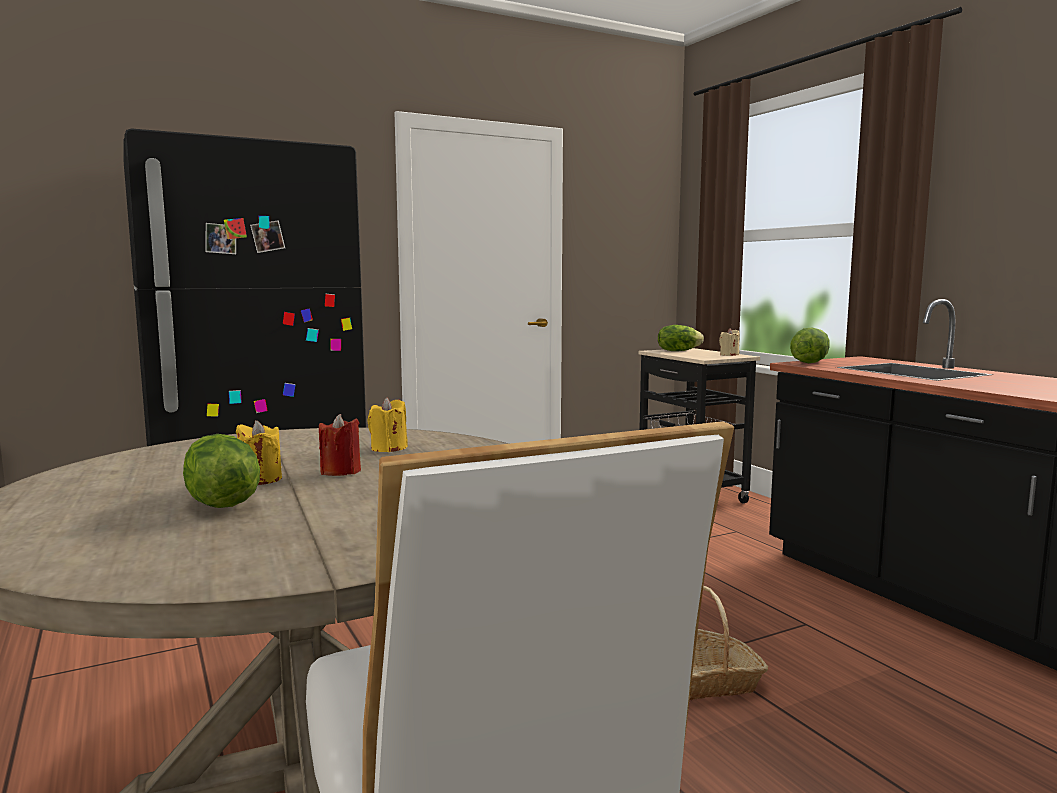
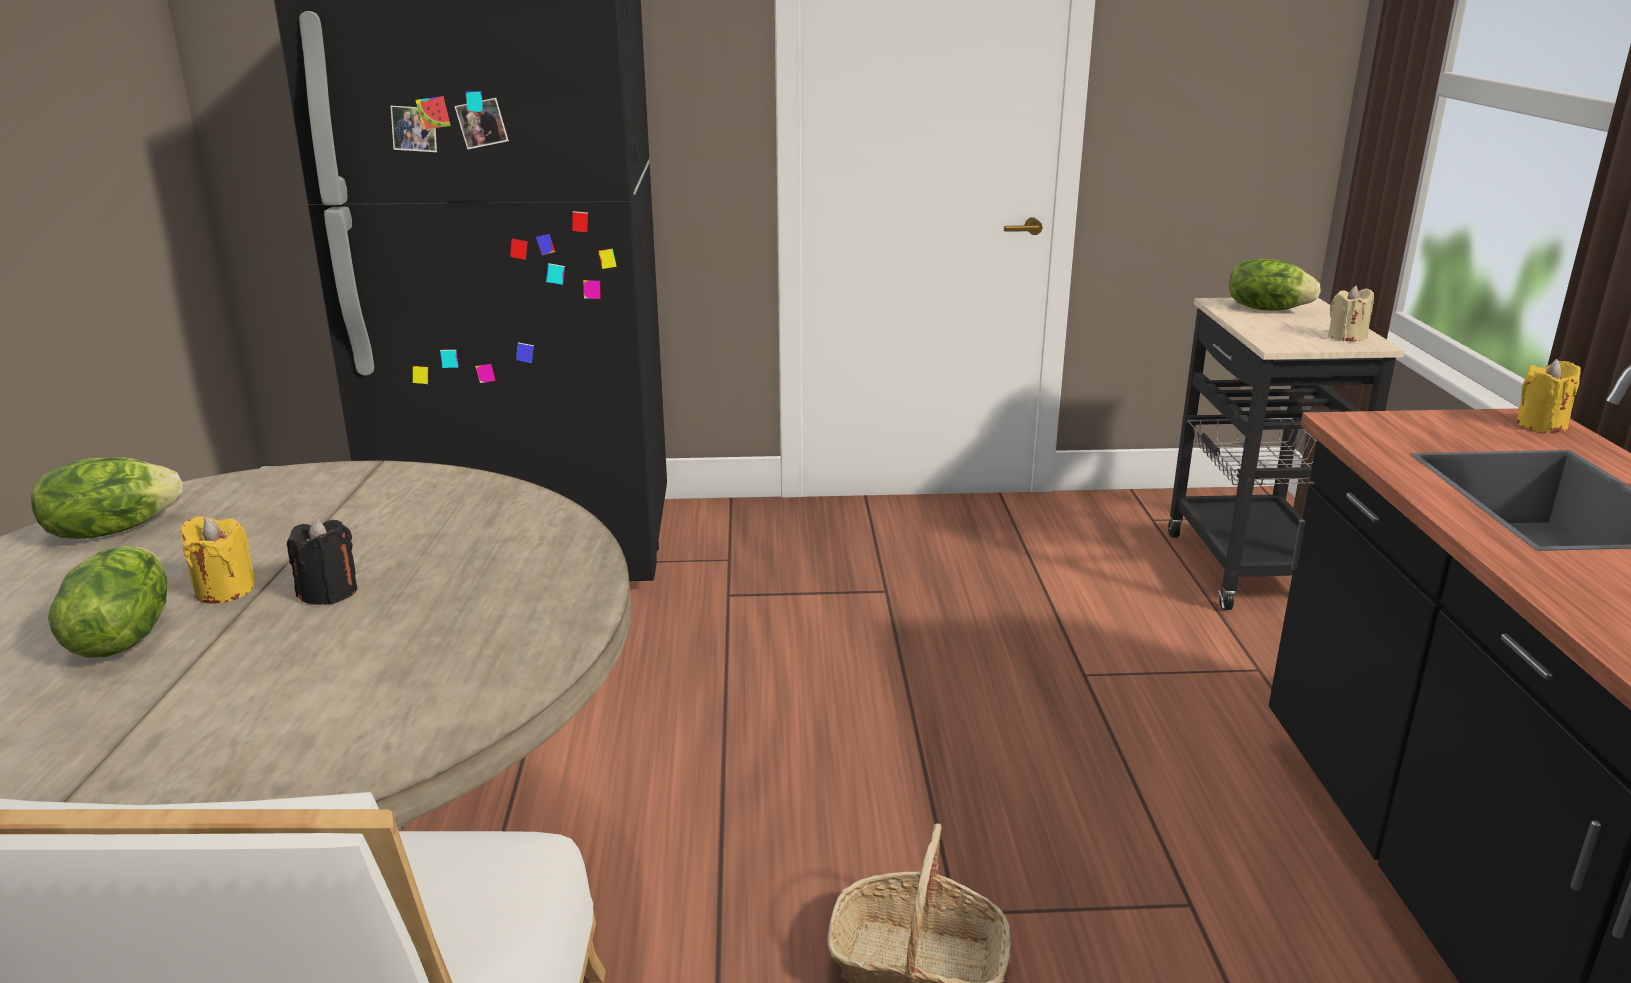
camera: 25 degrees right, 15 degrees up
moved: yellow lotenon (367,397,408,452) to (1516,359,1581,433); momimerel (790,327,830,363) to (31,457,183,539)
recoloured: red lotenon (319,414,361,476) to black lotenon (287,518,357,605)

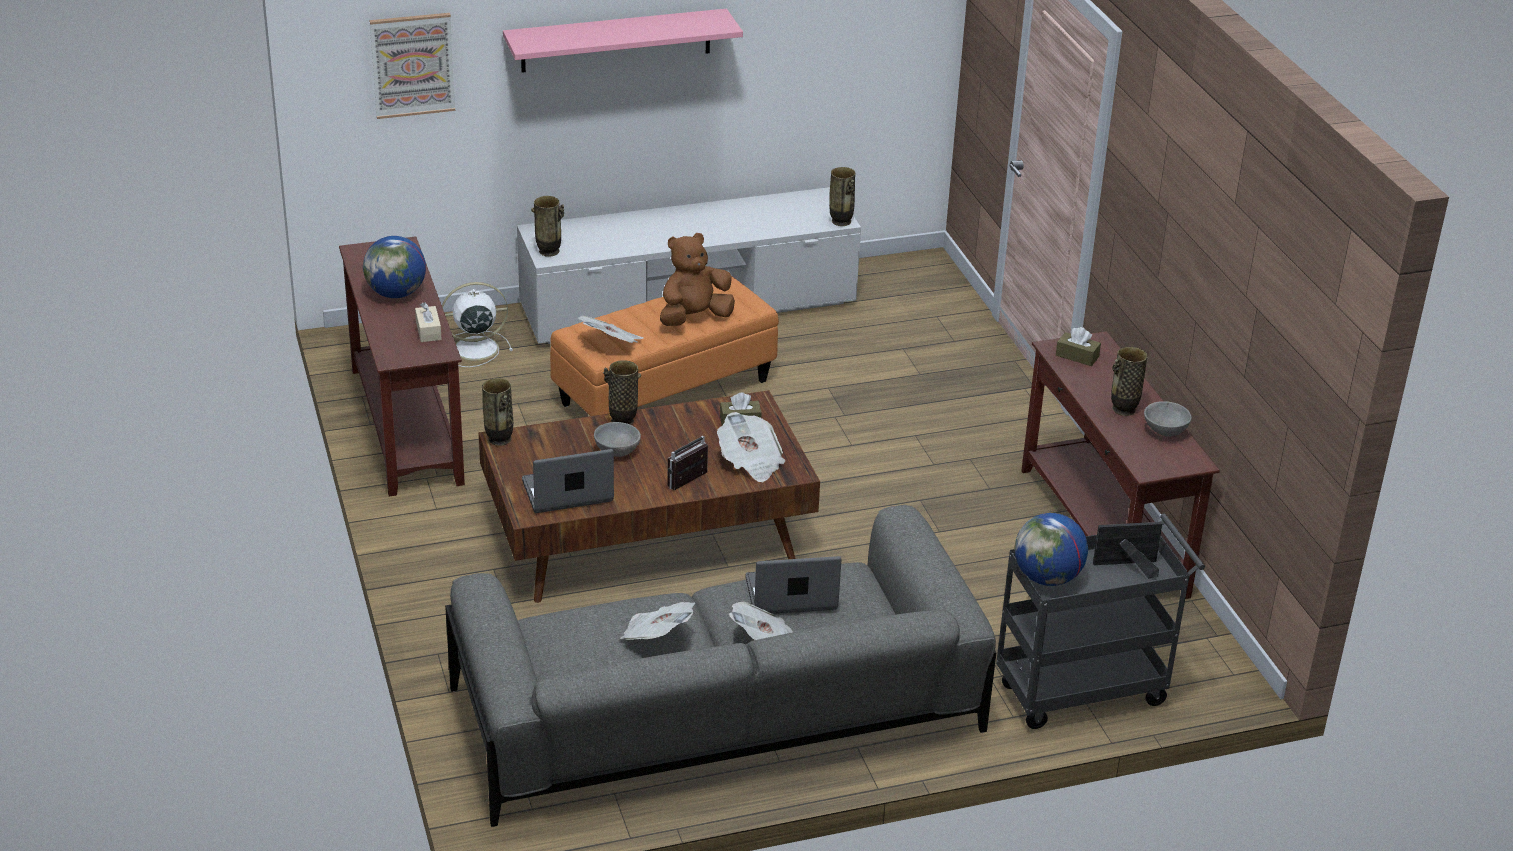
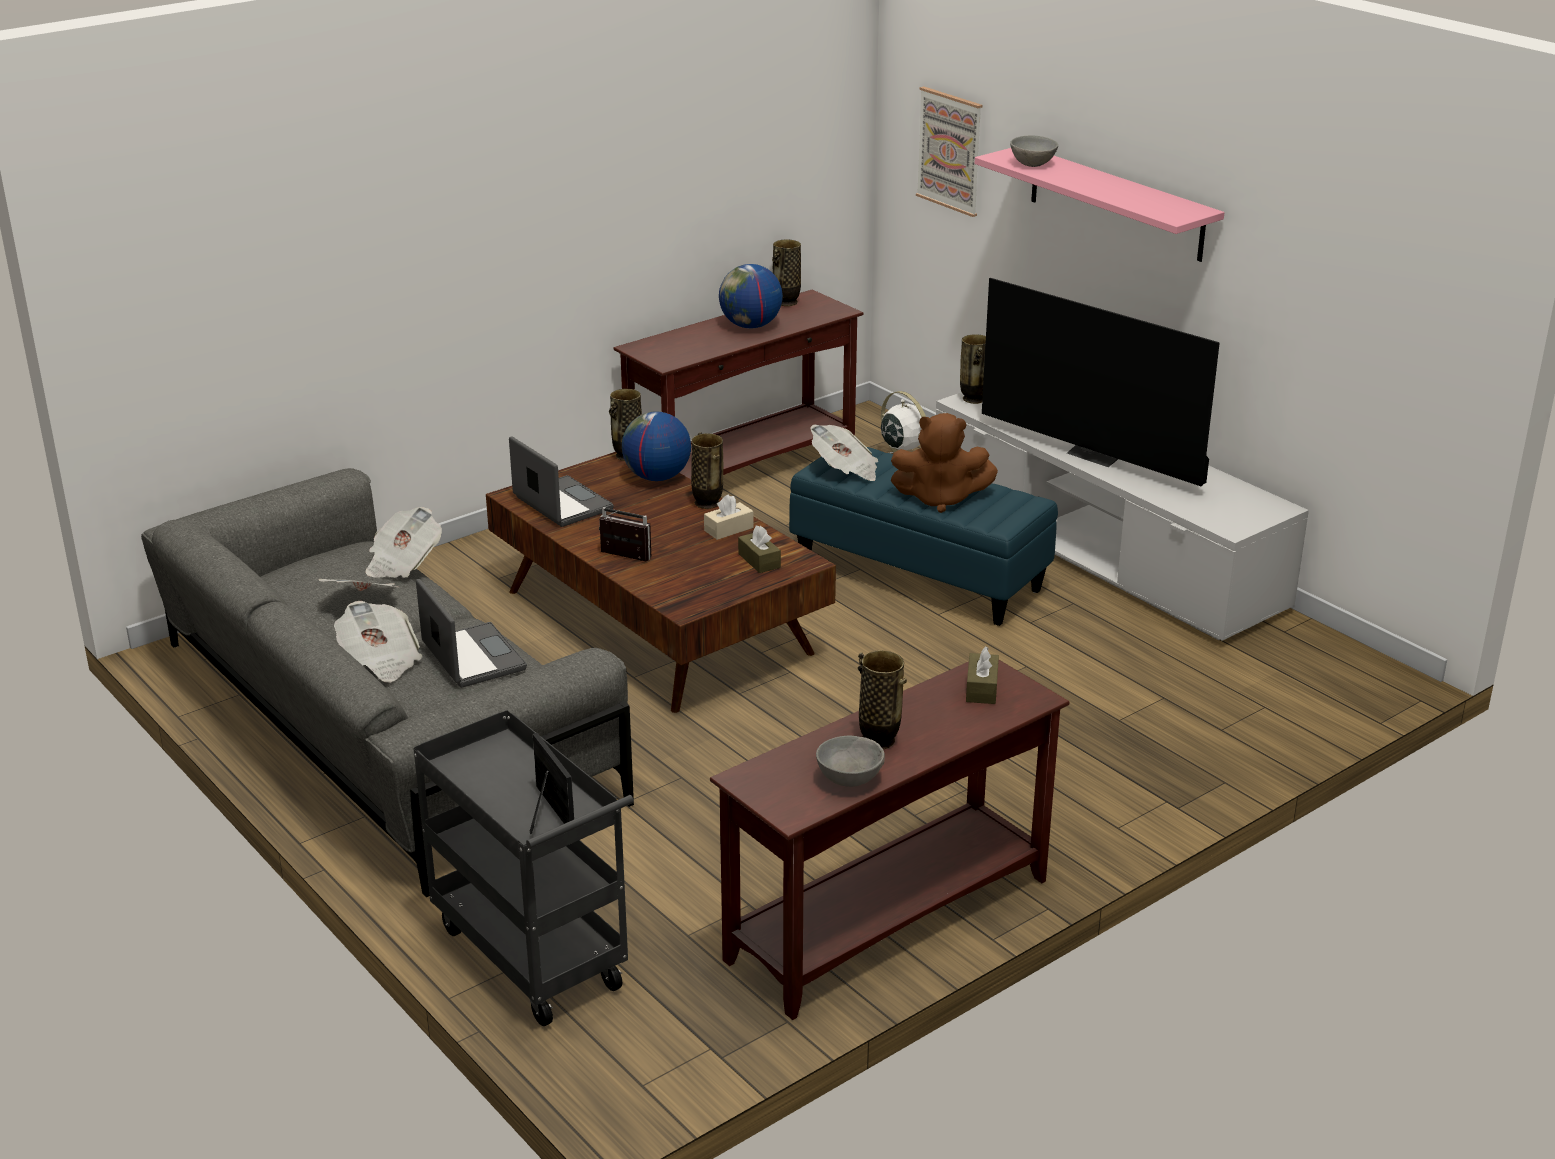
camera: 70 degrees right, 5 degrees down
added: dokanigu (982,278,1220,487)
moved: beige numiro (415,302,442,342) to (704,494,753,540); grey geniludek (594,422,641,457) to (1010,136,1058,167); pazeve (717,412,785,482) to (365,507,442,578); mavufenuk (829,167,856,226) to (772,240,801,306); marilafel (1015,513,1088,586) to (622,411,691,481)
recoloured: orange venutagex (550,277,779,416) to blue venutagex (789,447,1058,626)
turned: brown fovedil (660,233,735,326) = (891,413,998,513) 150 degrees clockwise

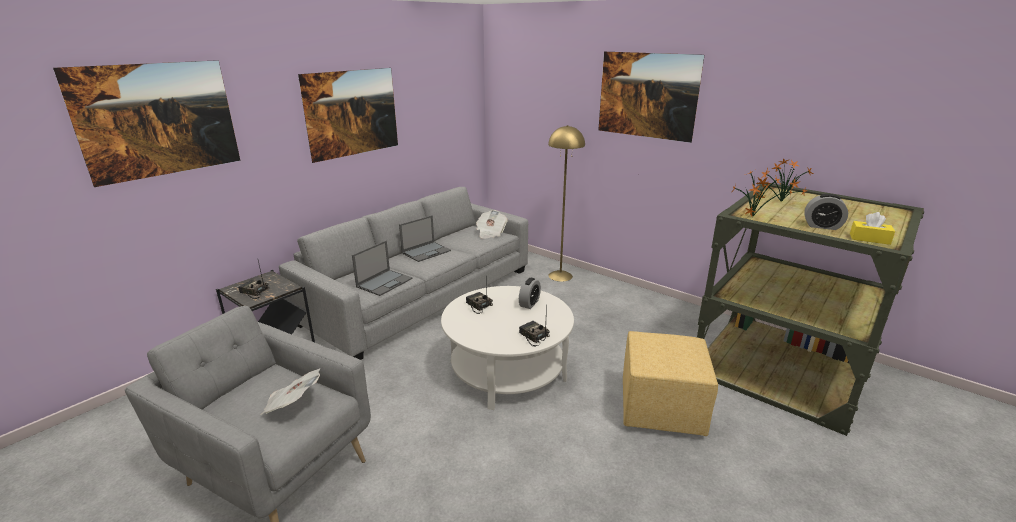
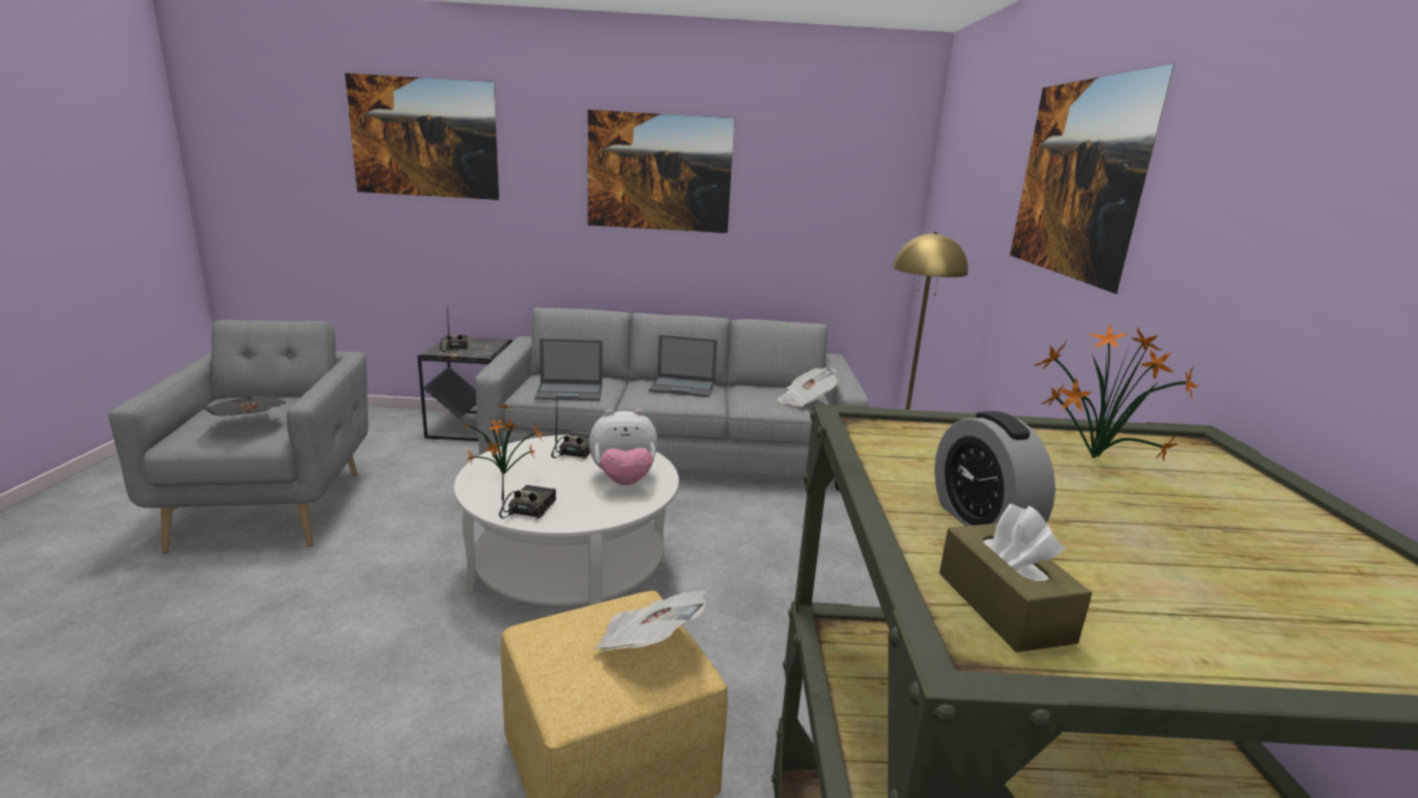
camera: 50 degrees right, 5 degrees down
added: pazeve (594,591,706,651)
moved: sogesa (733,171,793,217) to (464,404,543,474)
replaced: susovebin (519,278,541,309) to fovedil (589,409,658,485)
recoloured: yellow numiro (850,212,895,245) to brown numiro (939,504,1092,652)

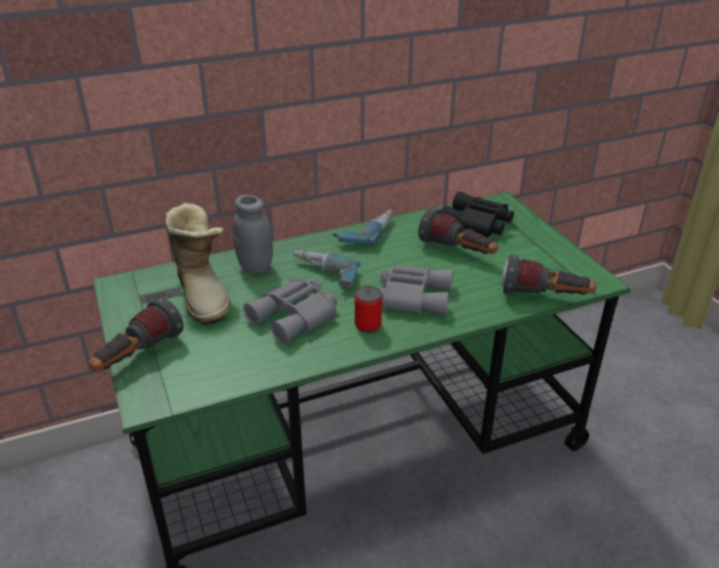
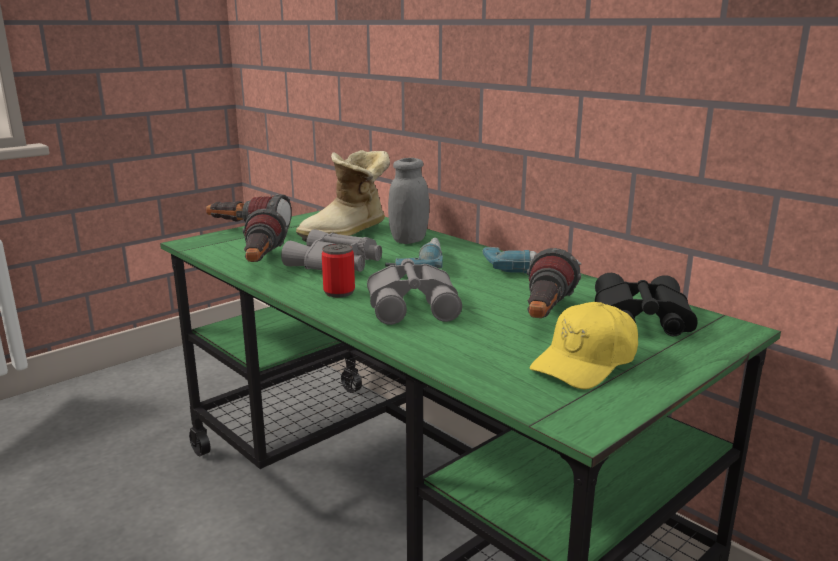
camera: 70 degrees right, 15 degrees down
added: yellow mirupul (530,302,638,390)
moved: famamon (502,254,596,295) to (243,208,288,262)

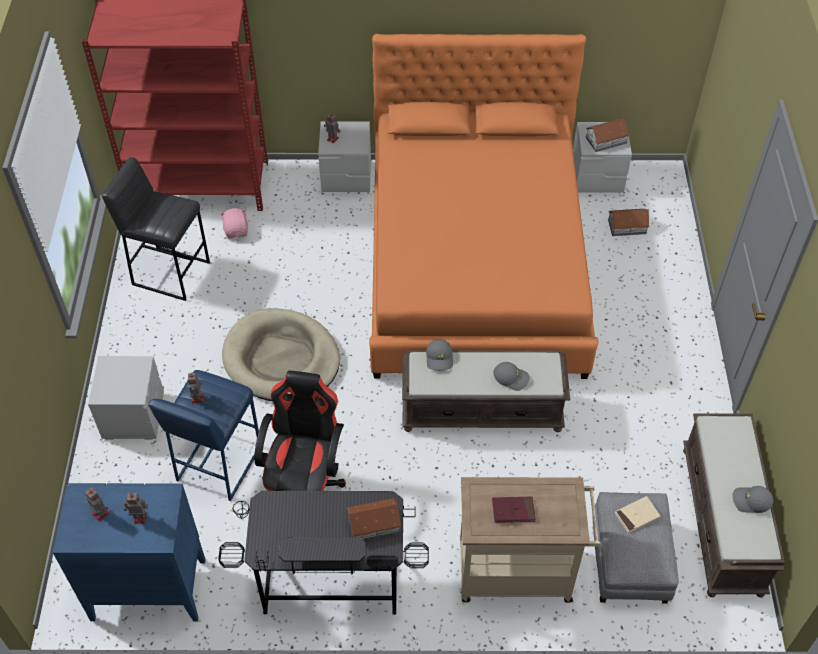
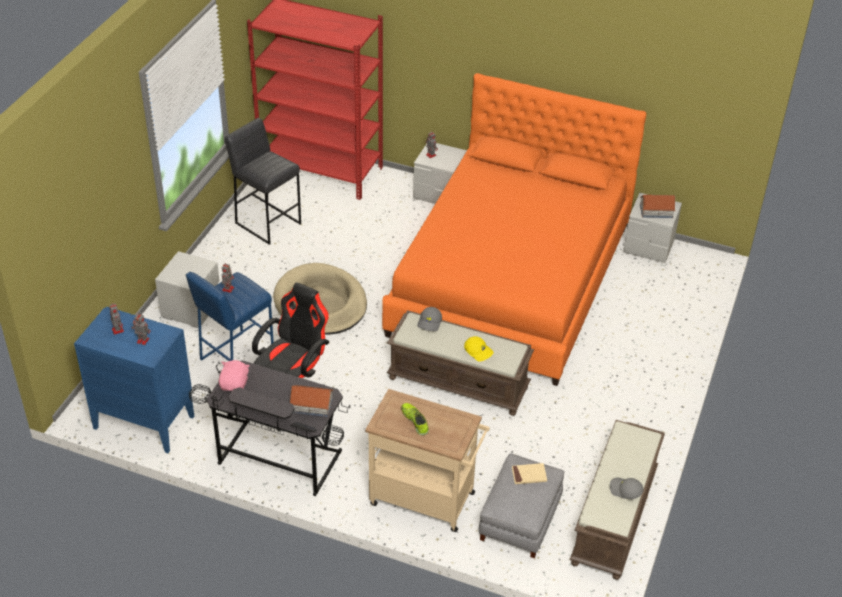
camera: 20 degrees right, 10 degrees down
removed: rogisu (608,209,650,236)
moved: pink fovedil (220,208,248,239) to (219,360,250,391)
replaced: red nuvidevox (492,496,536,523) to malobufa (401,403,429,435)
recoloured: grey mirupul (494,362,530,391) to yellow mirupul (464,336,494,362)

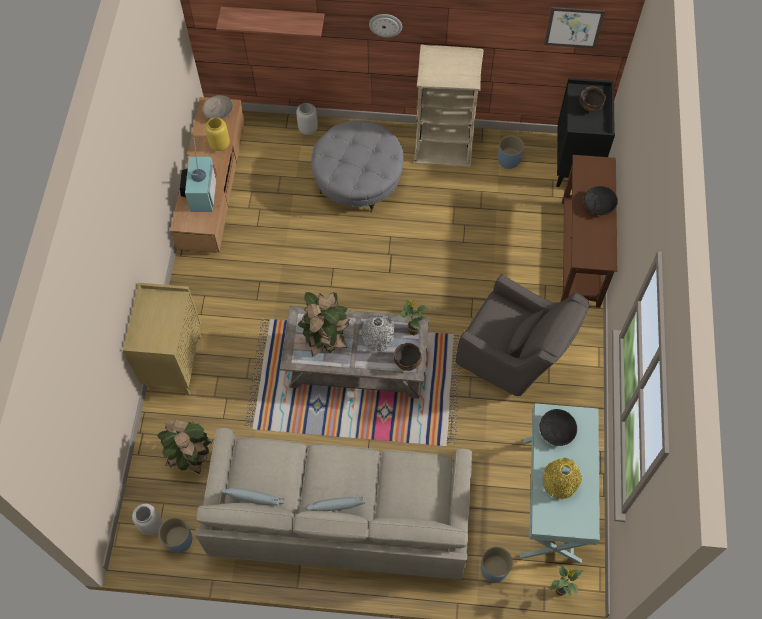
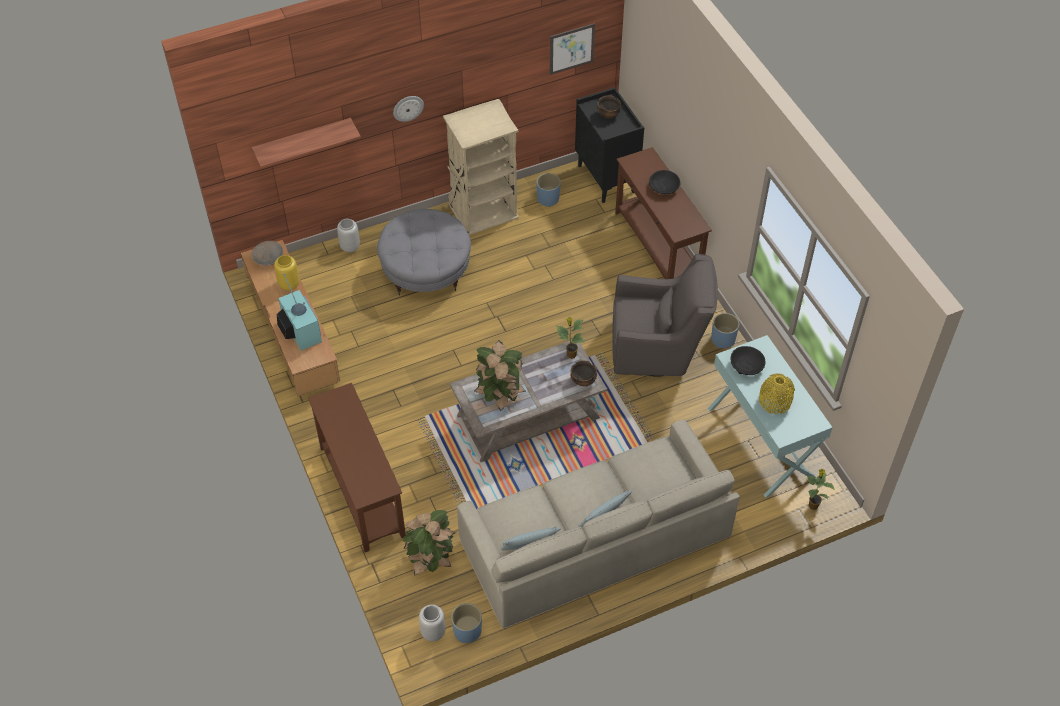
camera: 30 degrees left, 10 degrees down
removed: grey mavufenuk (362,313,394,351)
moved: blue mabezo (481,547,513,583) to (711,313,739,349)
replaced: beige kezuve (122,283,201,395) to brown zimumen (308,383,406,552)

